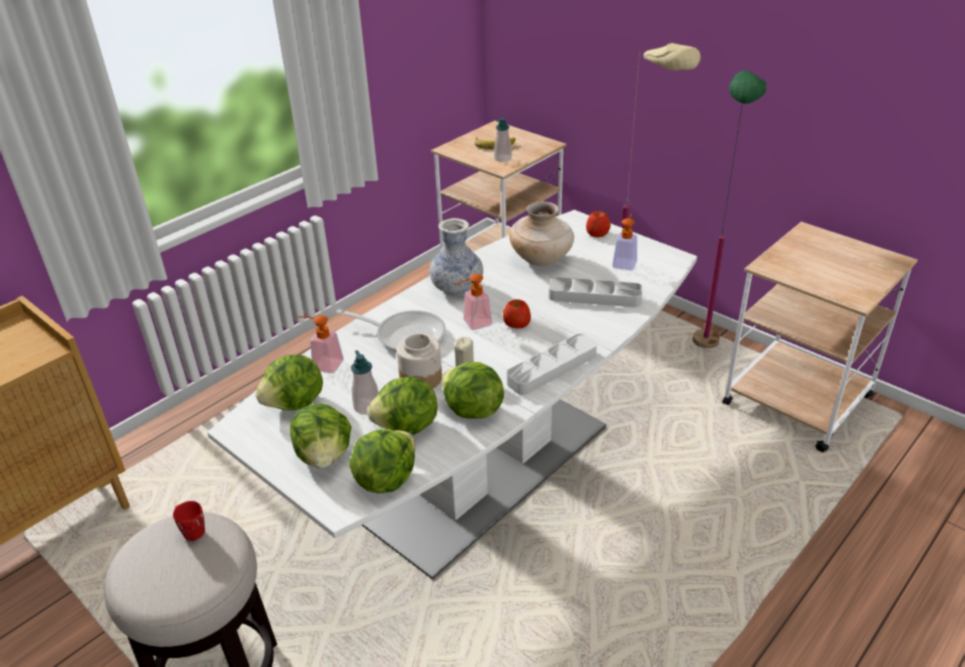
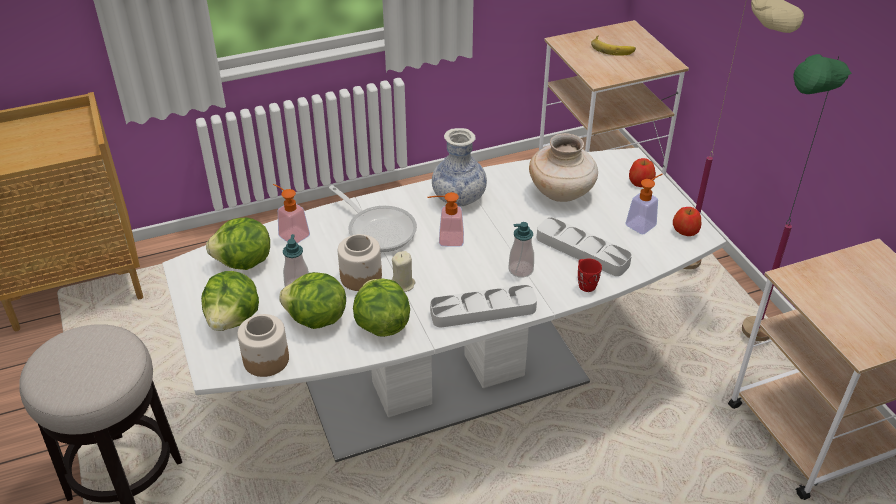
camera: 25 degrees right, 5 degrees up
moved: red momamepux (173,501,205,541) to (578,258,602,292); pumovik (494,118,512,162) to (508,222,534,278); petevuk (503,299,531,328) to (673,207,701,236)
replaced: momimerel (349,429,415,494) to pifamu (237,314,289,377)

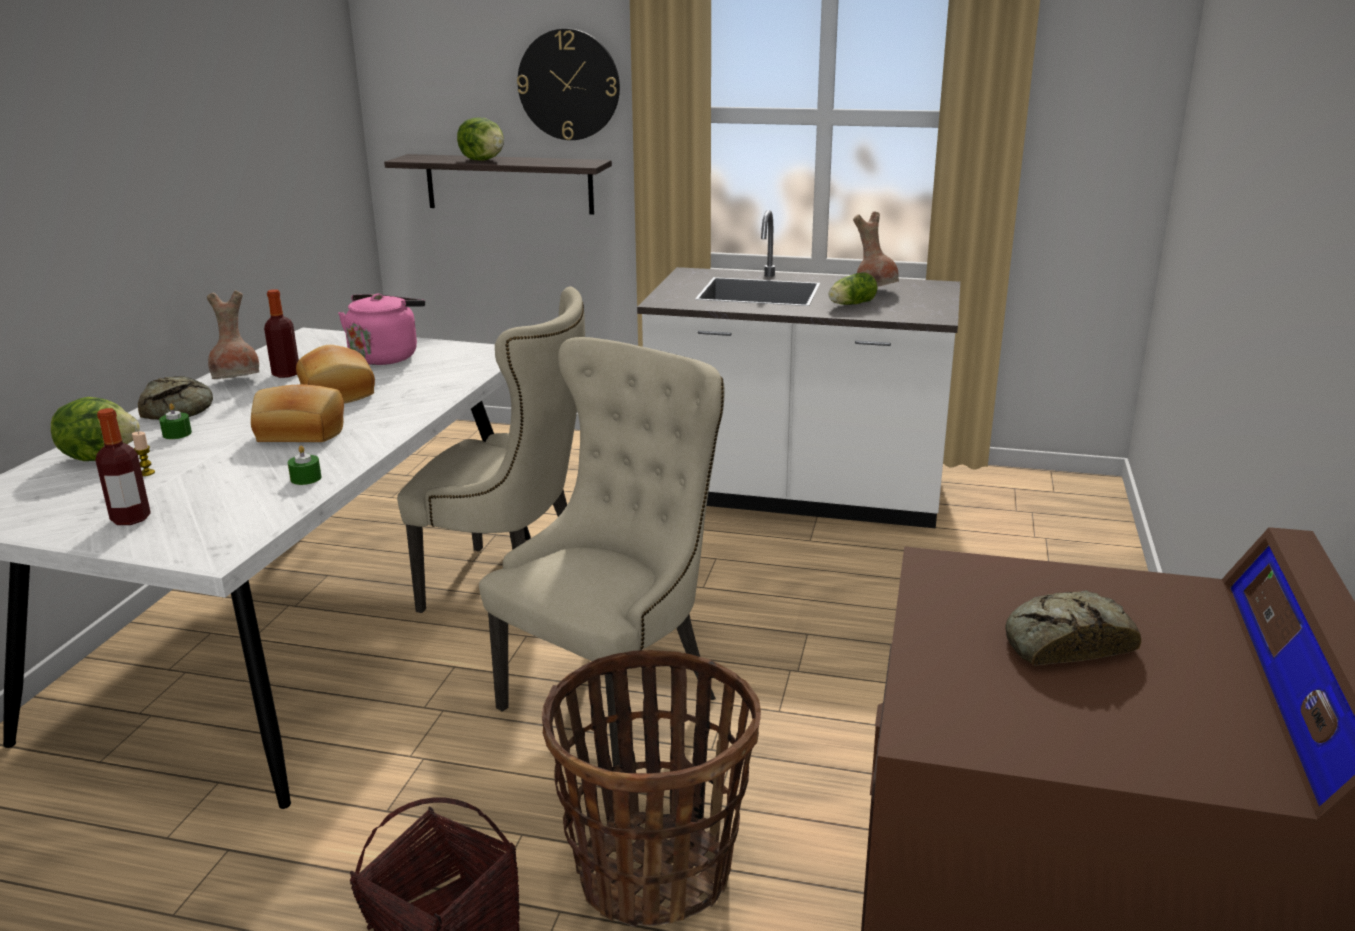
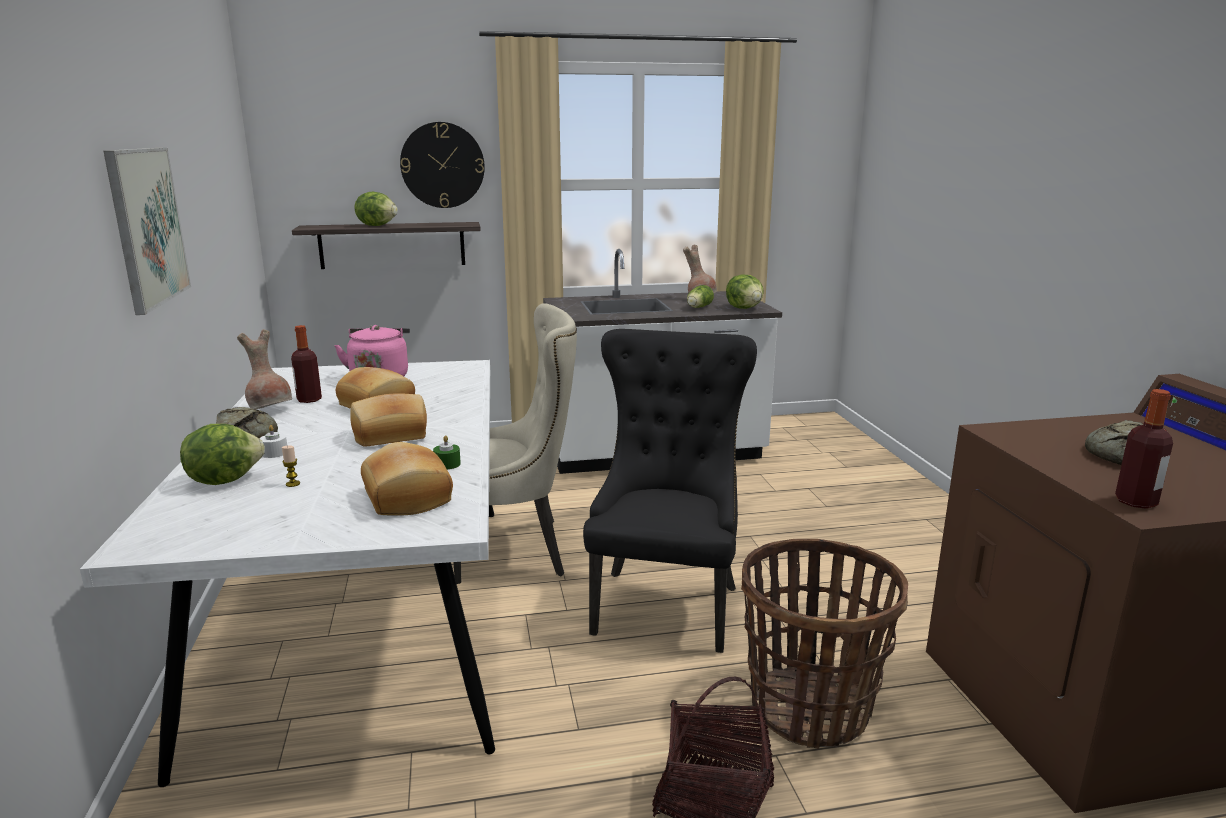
camera: 25 degrees left, 5 degrees down
added: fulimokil (104,148,191,315); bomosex (361,442,453,516); momimerel (726,274,764,309)
moved: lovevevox (95,408,151,525) to (1115,389,1173,509)
recoloured: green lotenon (159,403,192,439) to white lotenon (260,425,287,458); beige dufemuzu (479,337,725,767) to black dufemuzu (583,329,757,653)

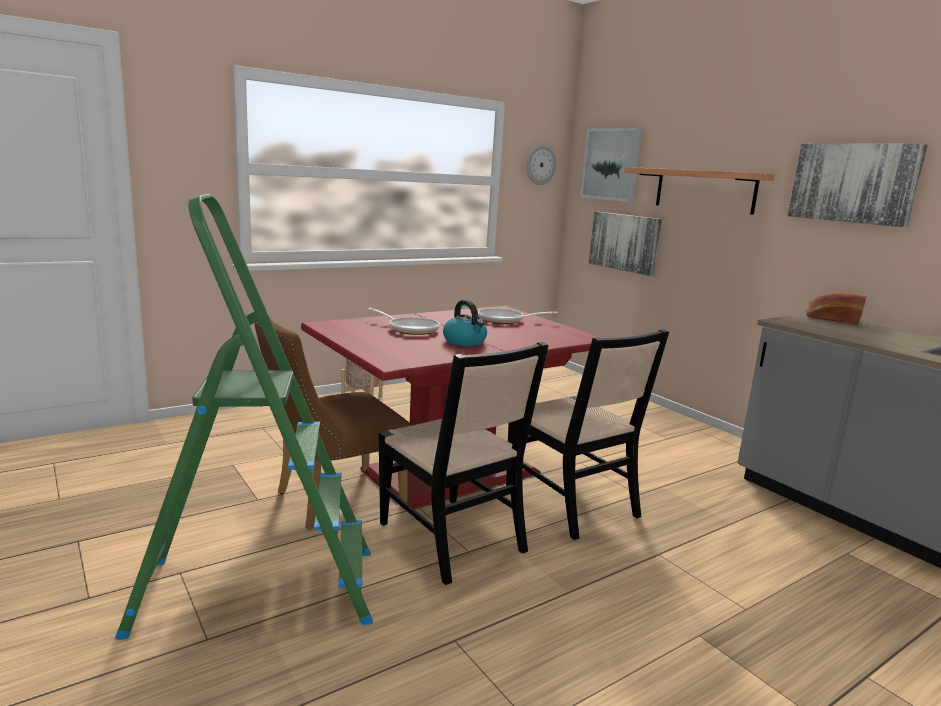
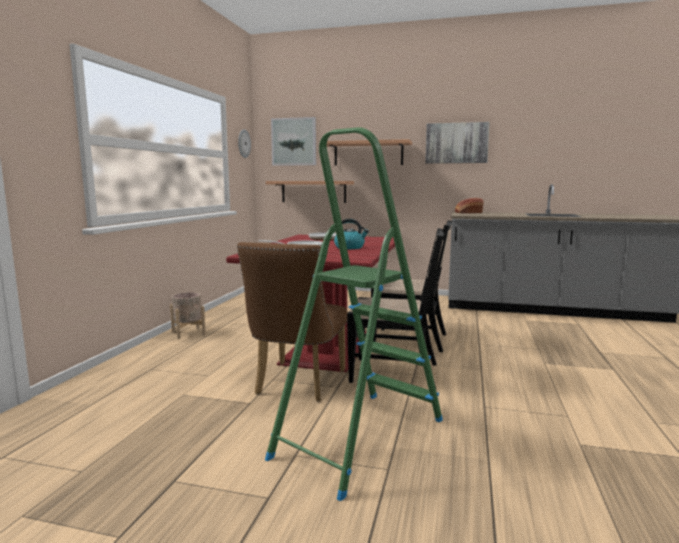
camera: 40 degrees left, 5 degrees down
replaced: fulimokil (589,211,662,276) to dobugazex (266,181,354,203)

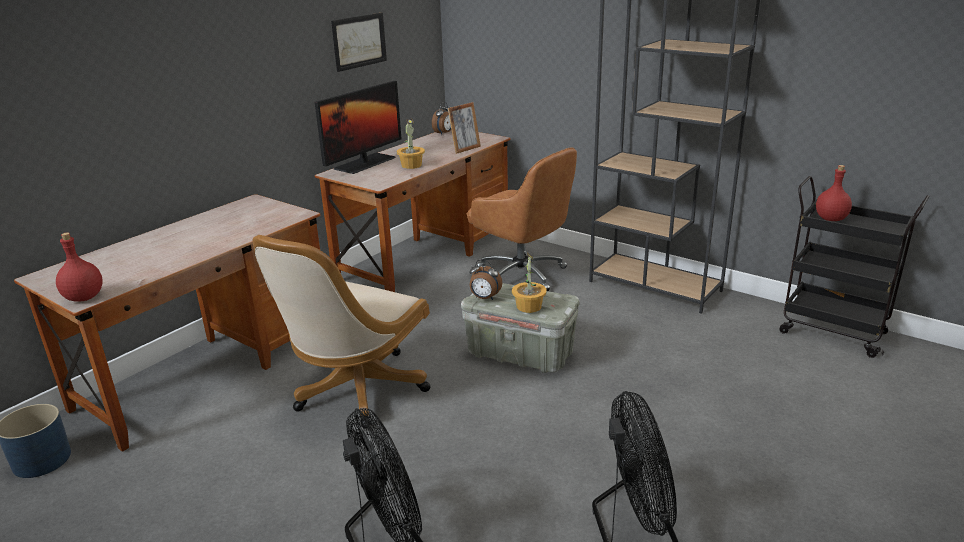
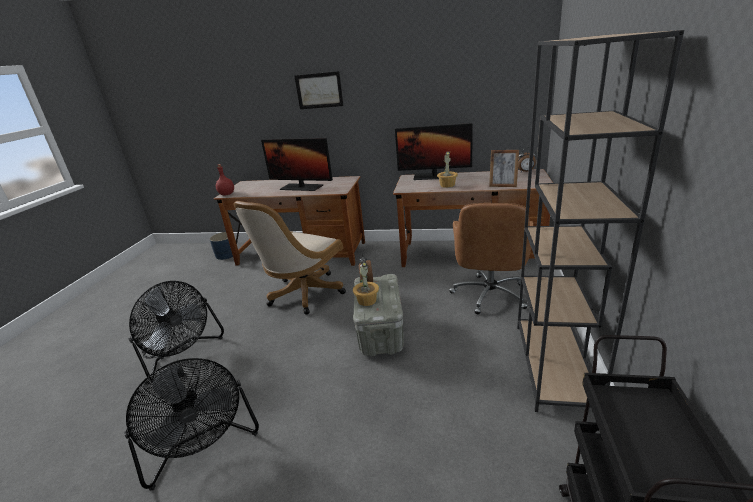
camera: 65 degrees right, 0 degrees up
removed: red lovevevox (816,165,852,221)
added: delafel (261,138,333,191)
moved: fulimokil (331,13,387,72) to (295,71,343,109)
turned: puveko (252,235,430,429) = (234,201,346,315) 60 degrees counterclockwise

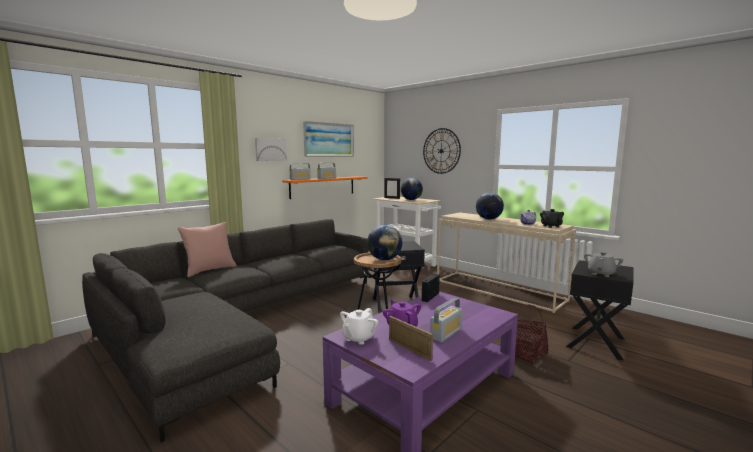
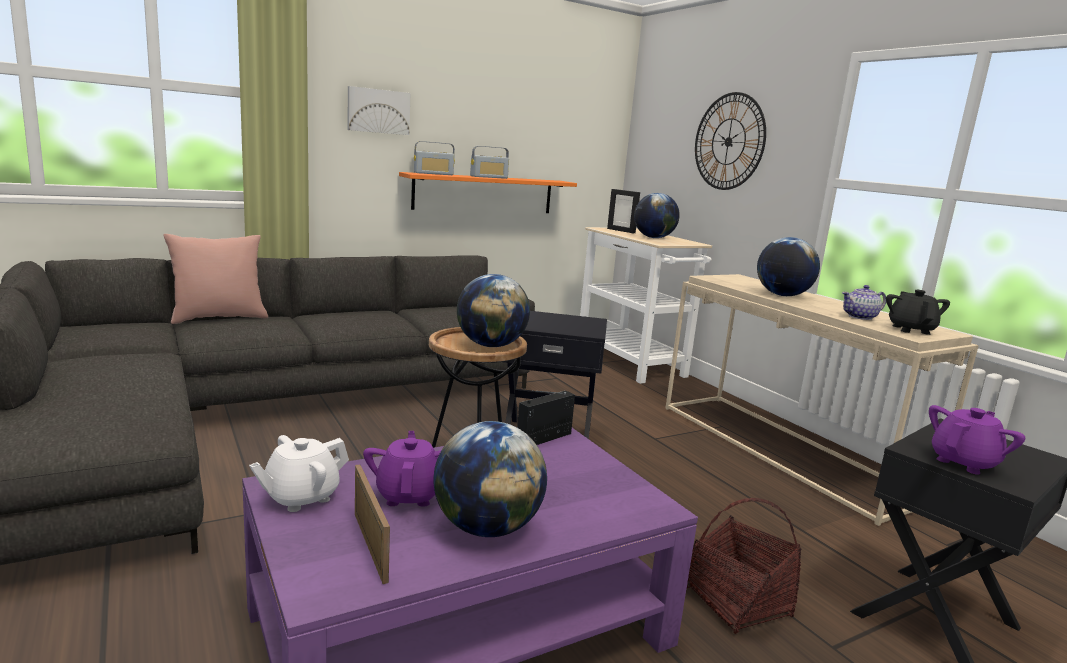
camera: 15 degrees right, 5 degrees up
removed: fulimokil (303,121,354,157)
replaced: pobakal (431,298,462,342) to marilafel (433,421,547,537)
recoloured: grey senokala (584,252,623,277) to purple senokala (929,405,1025,475)

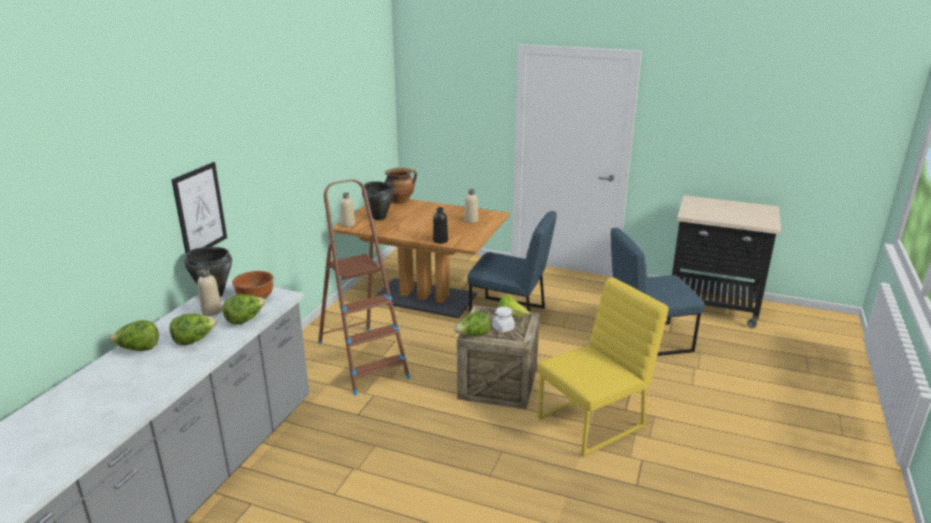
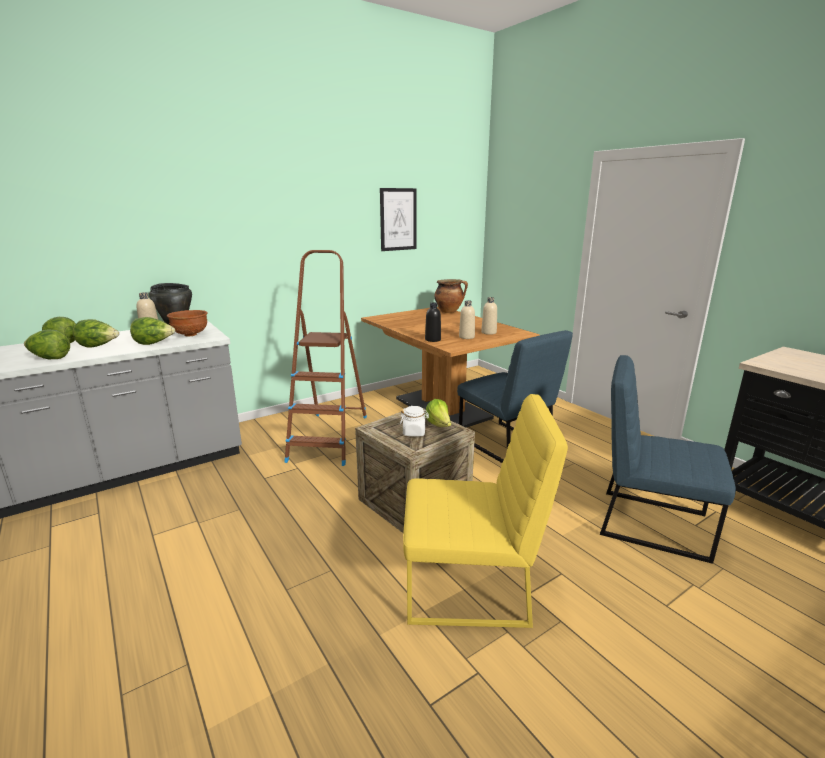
camera: 35 degrees right, 5 degrees down
removed: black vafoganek (362,181,394,220)
moved: fulimokil (171,162,227,253) to (380,188,417,251); beige lovevevox (340,193,355,227) to (459,300,475,339); momimerel (454,312,490,337) to (24,330,70,359)

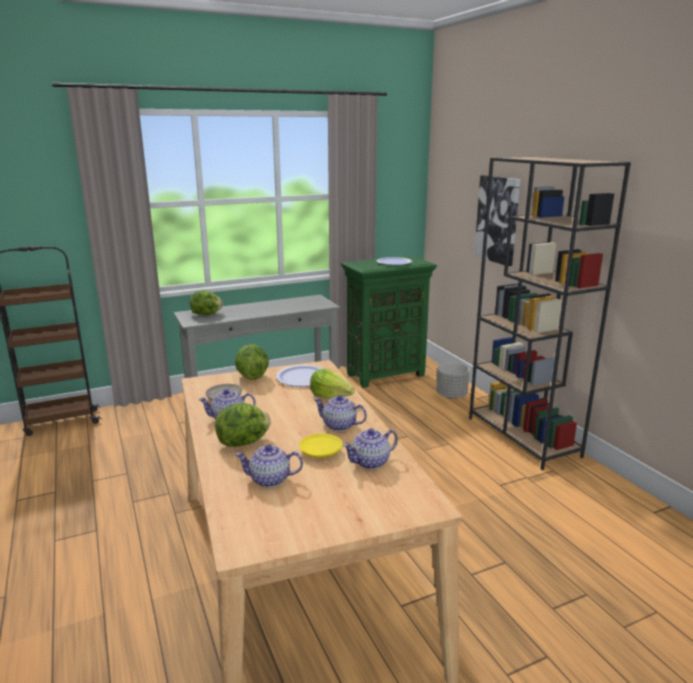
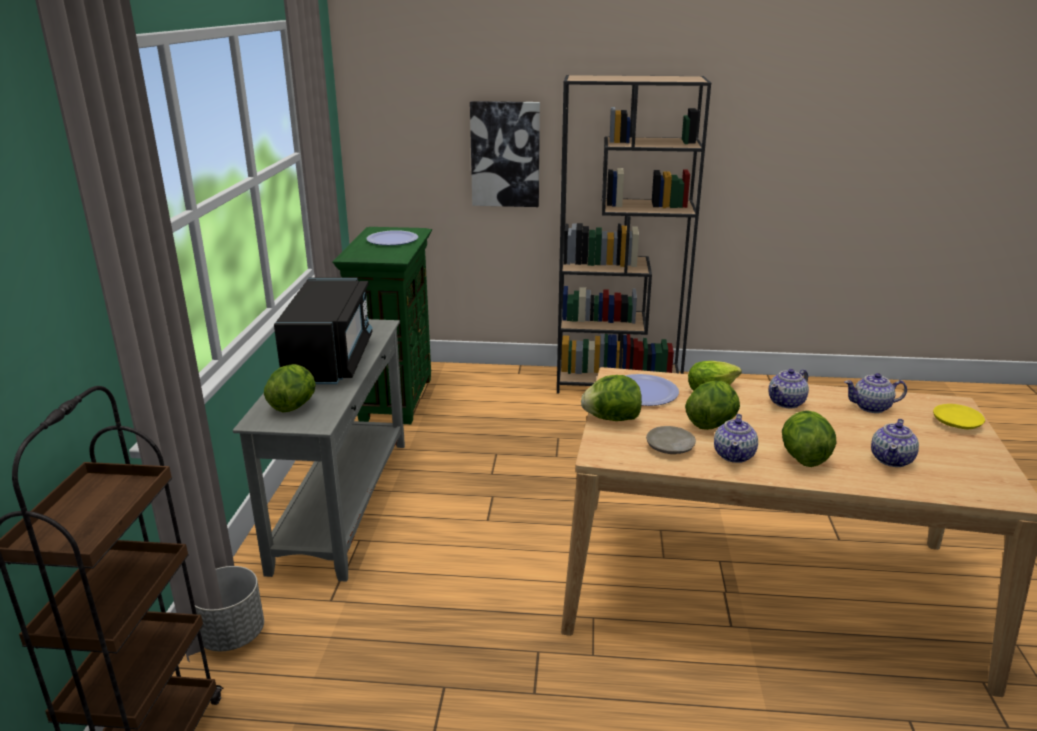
camera: 60 degrees left, 5 degrees up
added: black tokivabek (274,277,372,384); momimerel (685,381,740,430)
moved: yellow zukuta (299,434,343,458) to (933,404,985,429); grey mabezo (436,363,469,399) to (195,566,264,651)
turned: senokala (342,428,398,469) = (844,373,907,413) 90 degrees clockwise

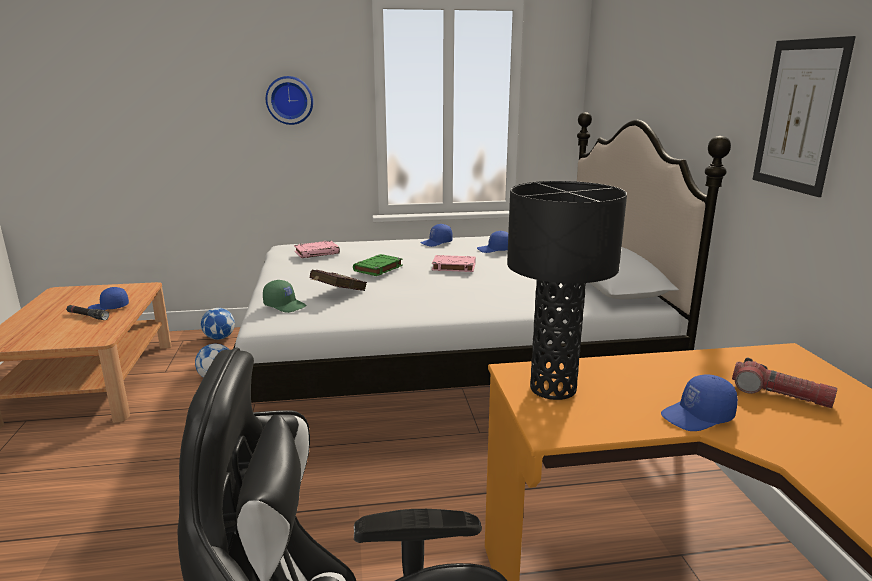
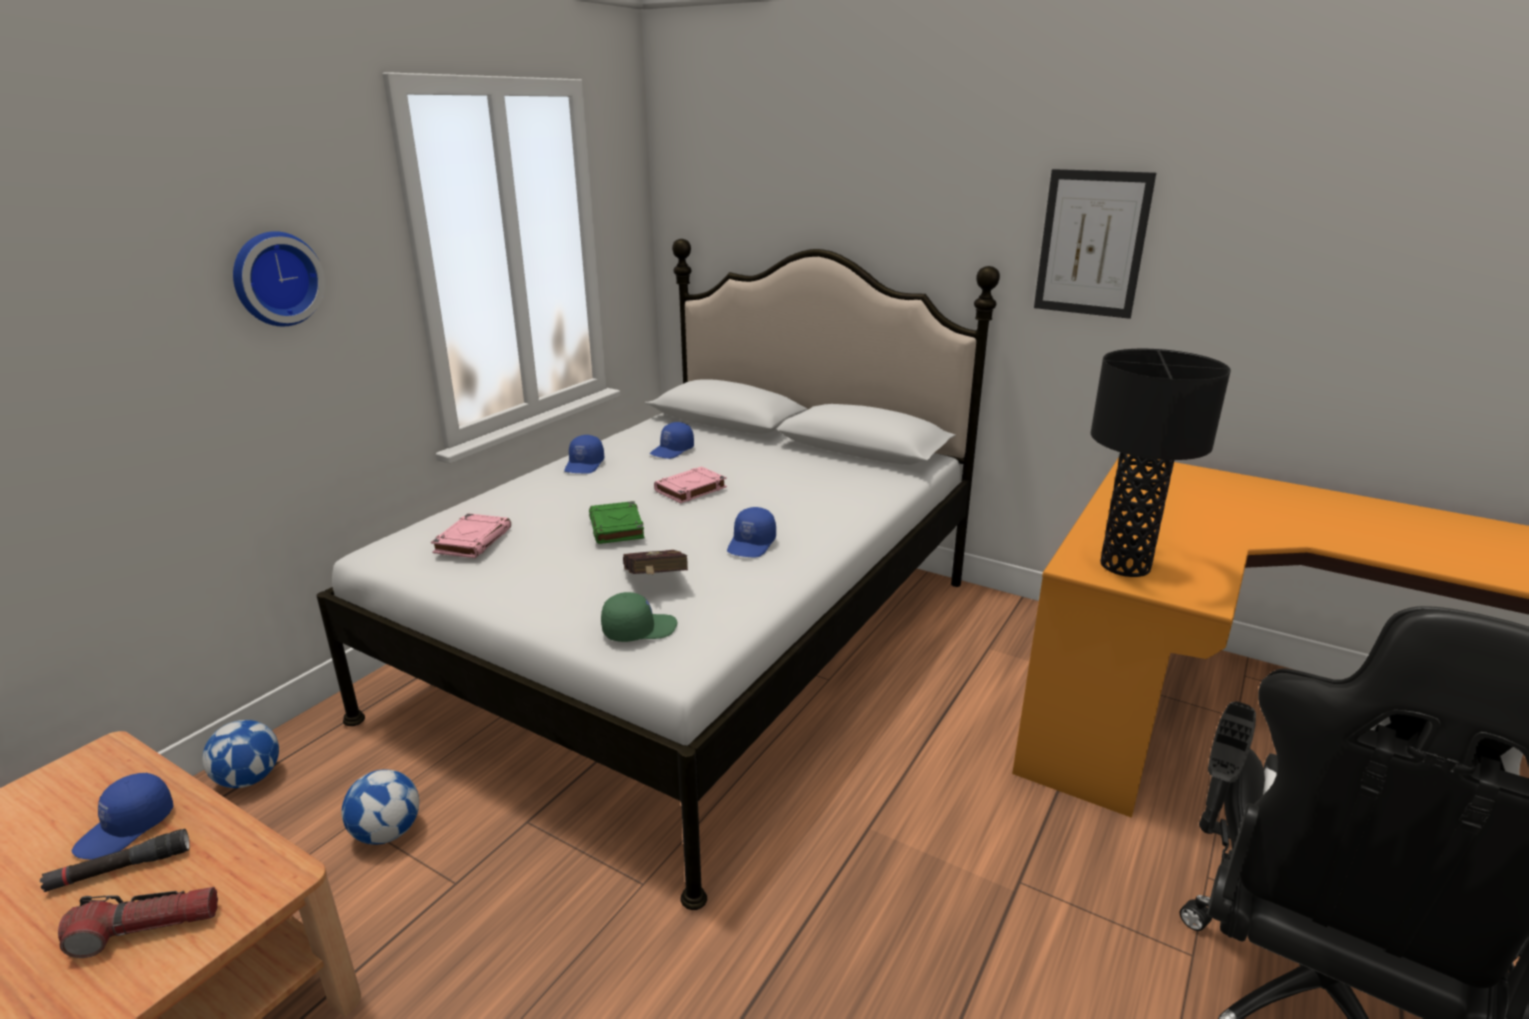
camera: 50 degrees left, 5 degrees up
moved: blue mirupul (661,375,738,431) to (727,507,776,558); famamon (732,358,837,408) to (58,887,218,958)

